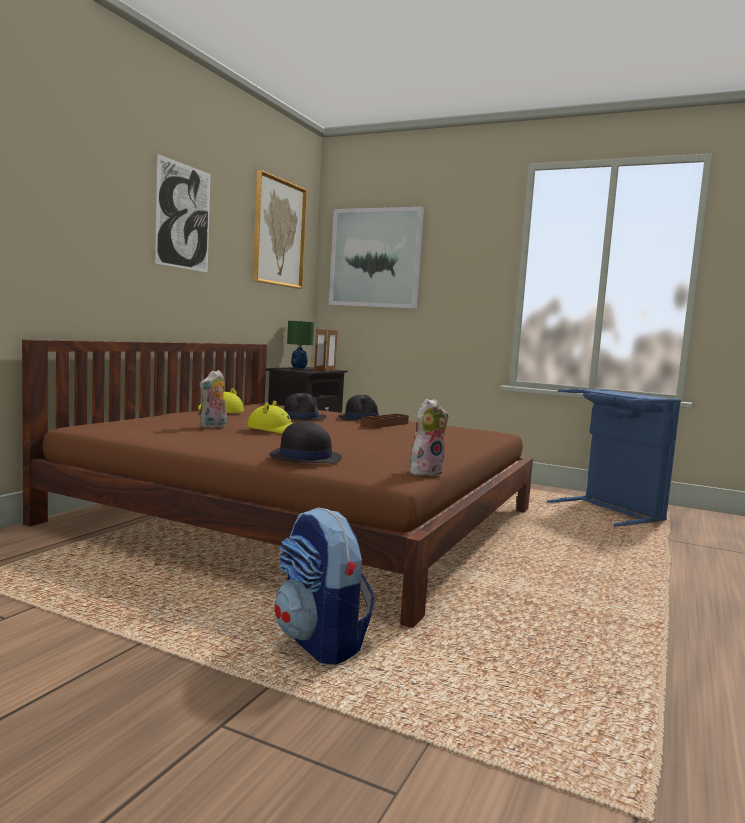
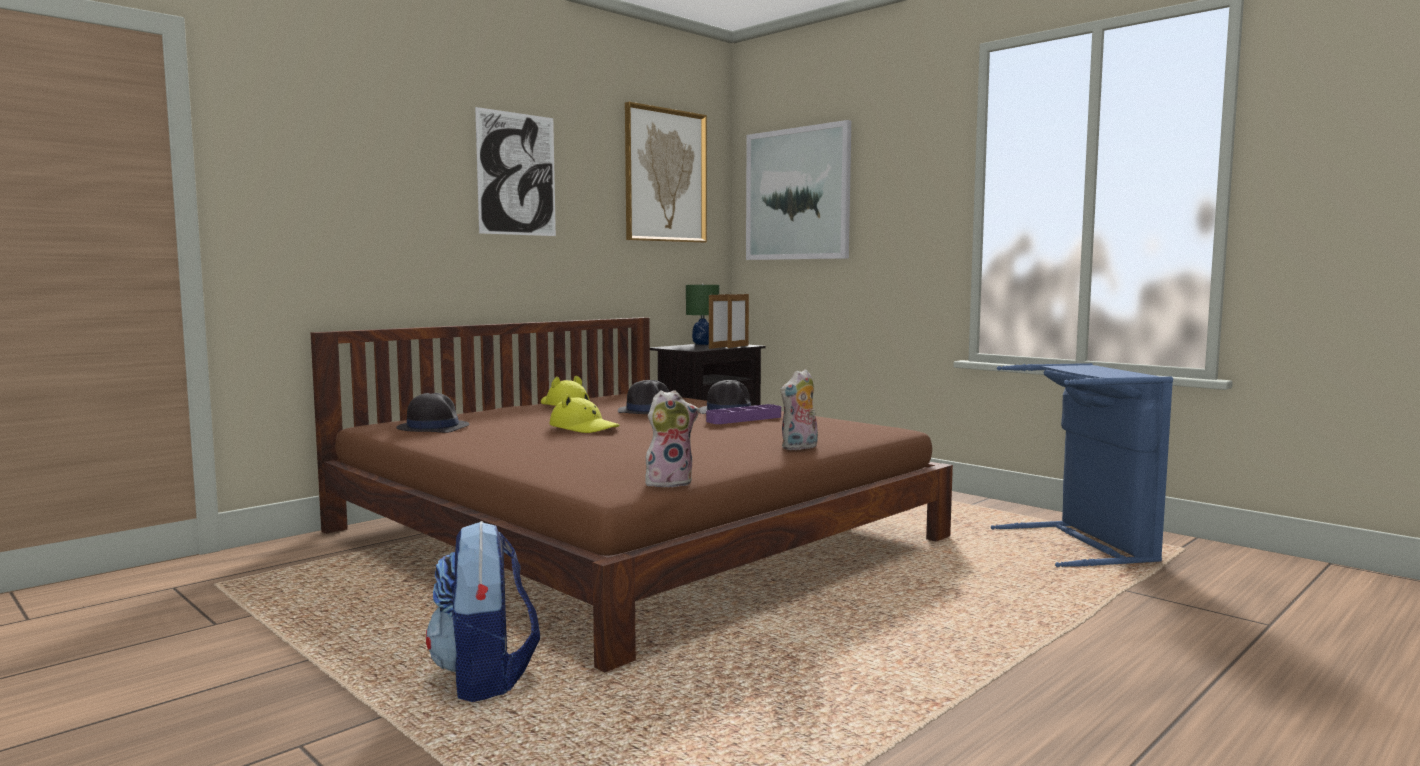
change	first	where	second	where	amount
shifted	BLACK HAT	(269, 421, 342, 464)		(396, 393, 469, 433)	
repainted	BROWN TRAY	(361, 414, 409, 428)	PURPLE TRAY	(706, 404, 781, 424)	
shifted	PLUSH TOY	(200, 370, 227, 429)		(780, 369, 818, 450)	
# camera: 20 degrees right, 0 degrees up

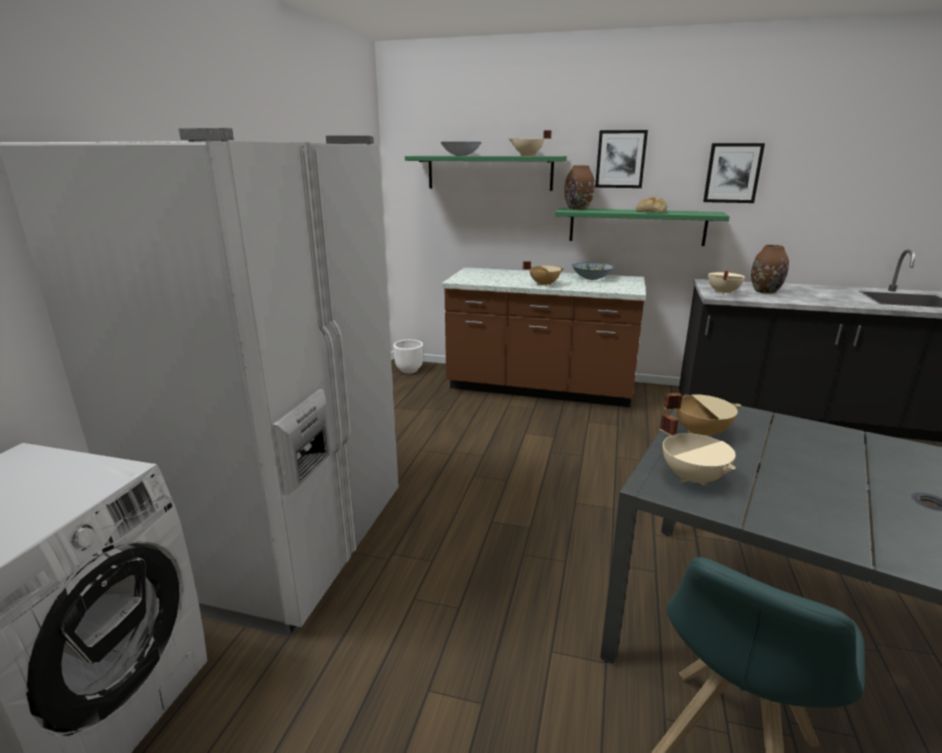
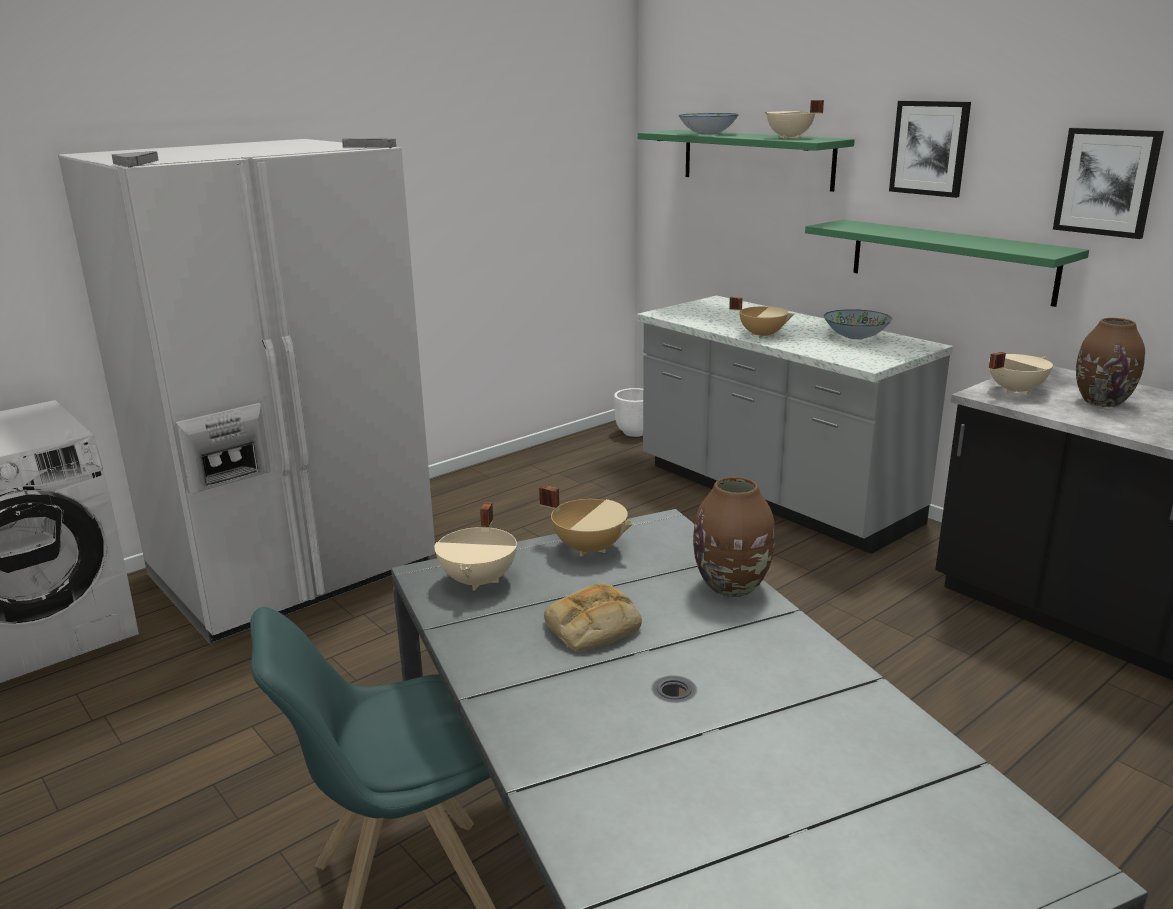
change	first	where	second	where	amount
shifted	BREAD	(636, 197, 667, 213)		(544, 583, 642, 651)	
repainted	BROWN COUNTER	(442, 267, 646, 407)	GREY COUNTER	(637, 296, 953, 554)	
shifted	BROWN VASE	(564, 165, 595, 210)		(693, 477, 775, 597)	
# camera: 35 degrees right, 0 degrees up

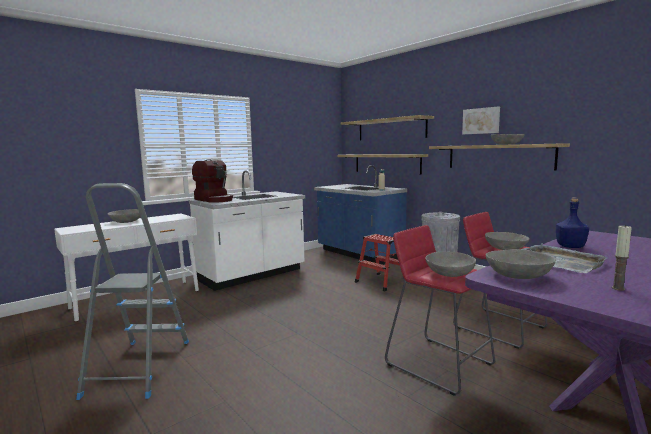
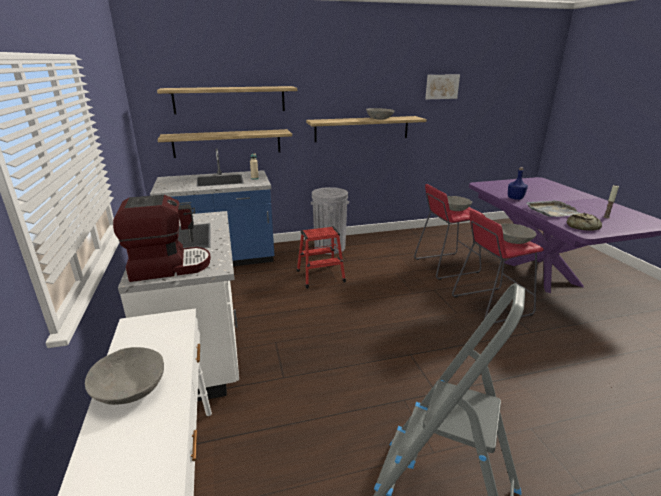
change	first	where	second	where	amount
shifted	PICTURE	(462, 106, 500, 134)		(425, 75, 460, 99)	
swapped	GREY BOWL	(486, 249, 556, 279)	BREAD	(567, 213, 602, 231)	
# camera: 65 degrees left, 15 degrees up

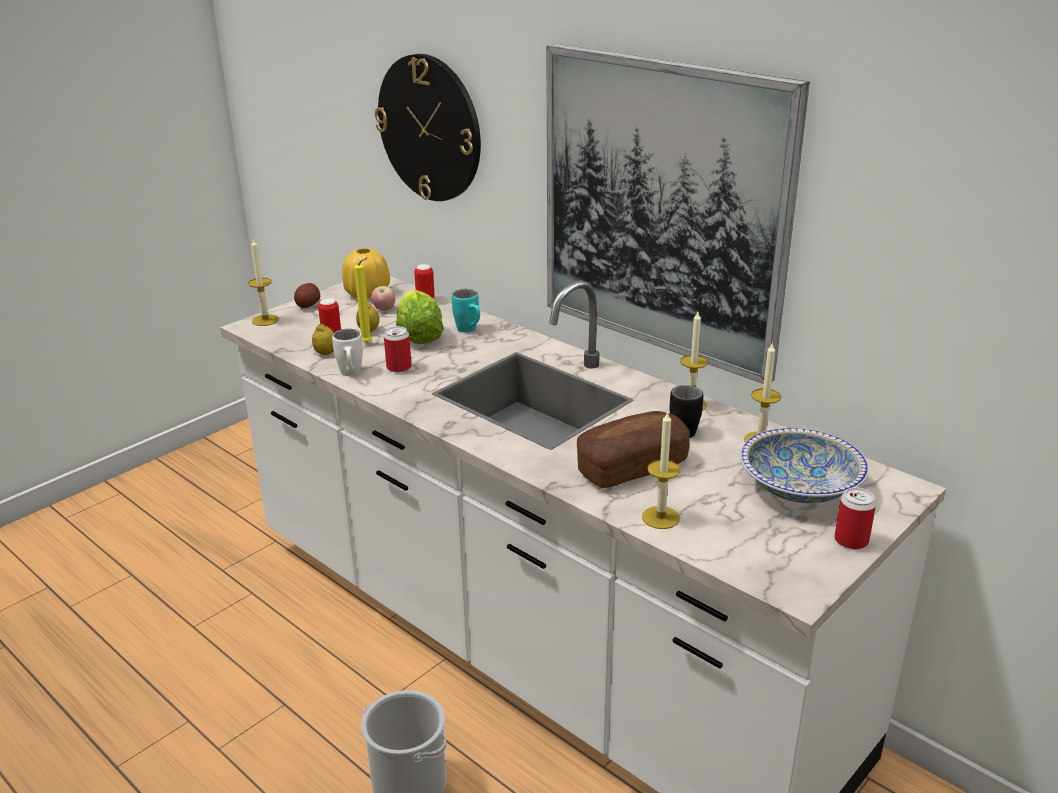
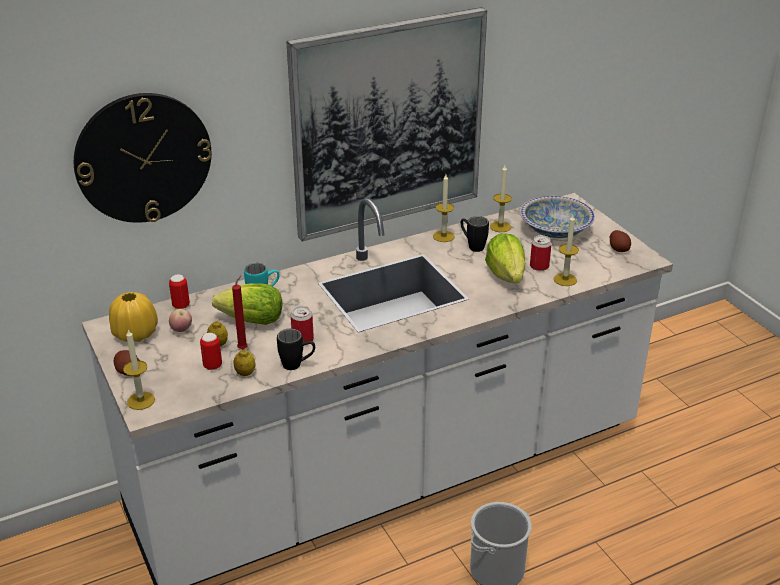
change	first	where	second	where	amount
repainted	YELLOW CANDLE	(354, 258, 372, 343)	RED CANDLE	(232, 275, 248, 349)	
repainted	WHITE MUG	(332, 329, 363, 376)	BLACK MUG	(277, 329, 315, 370)	
swapped	BREAD	(577, 411, 690, 488)	LETTUCE	(485, 233, 526, 283)	
shifted	CAN	(834, 487, 876, 549)		(530, 235, 552, 271)	
new			POTATO	(610, 230, 631, 252)	
# camera: 70 degrees left, 5 degrees up

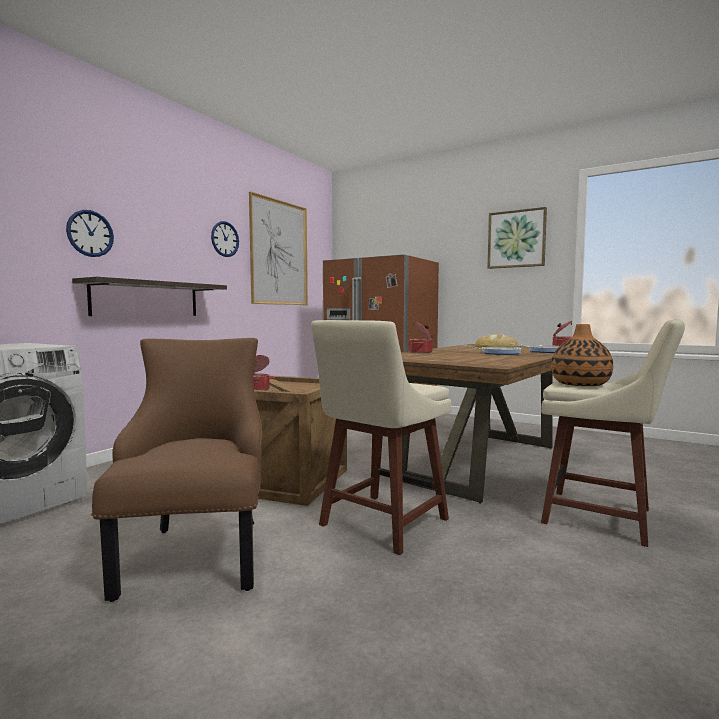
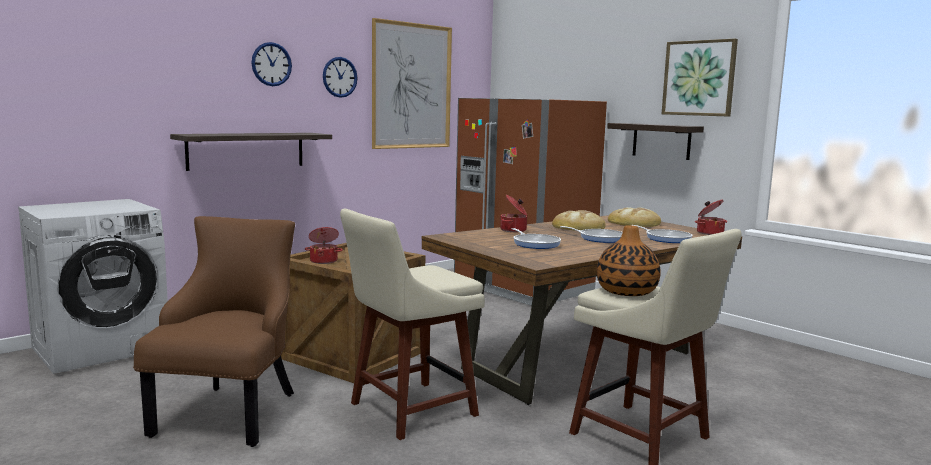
change	first	where	second	where	amount
shifted	WALL CLOCK	(66, 210, 114, 257)		(251, 42, 292, 86)	
new			FRYING PAN	(512, 228, 561, 249)	
new			BREAD	(552, 210, 606, 230)	
new			SHELF	(607, 123, 704, 160)	
# camera: 15 degrees right, 5 degrees up

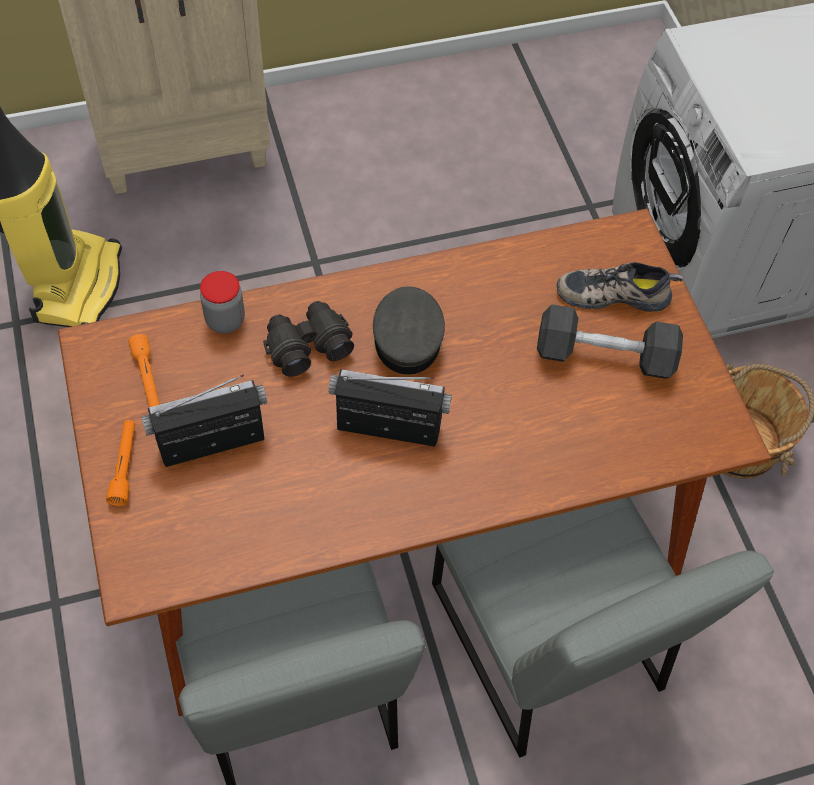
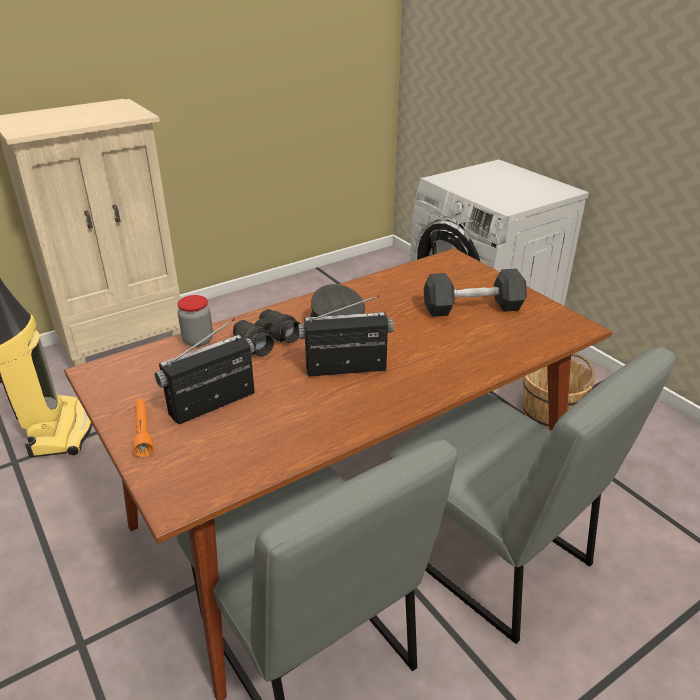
change	first	where	second	where	amount
gone	ORANGE FLASHLIGHT	(128, 334, 160, 407)			
gone	SHOE	(557, 262, 683, 312)			
# camera: 15 degrees left, 25 degrees down

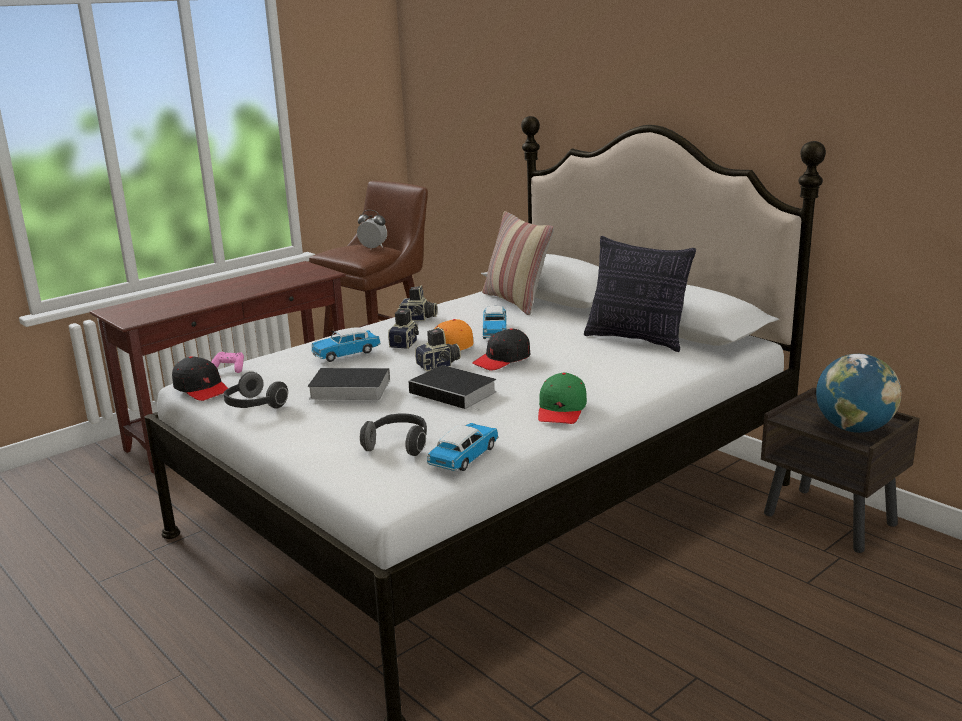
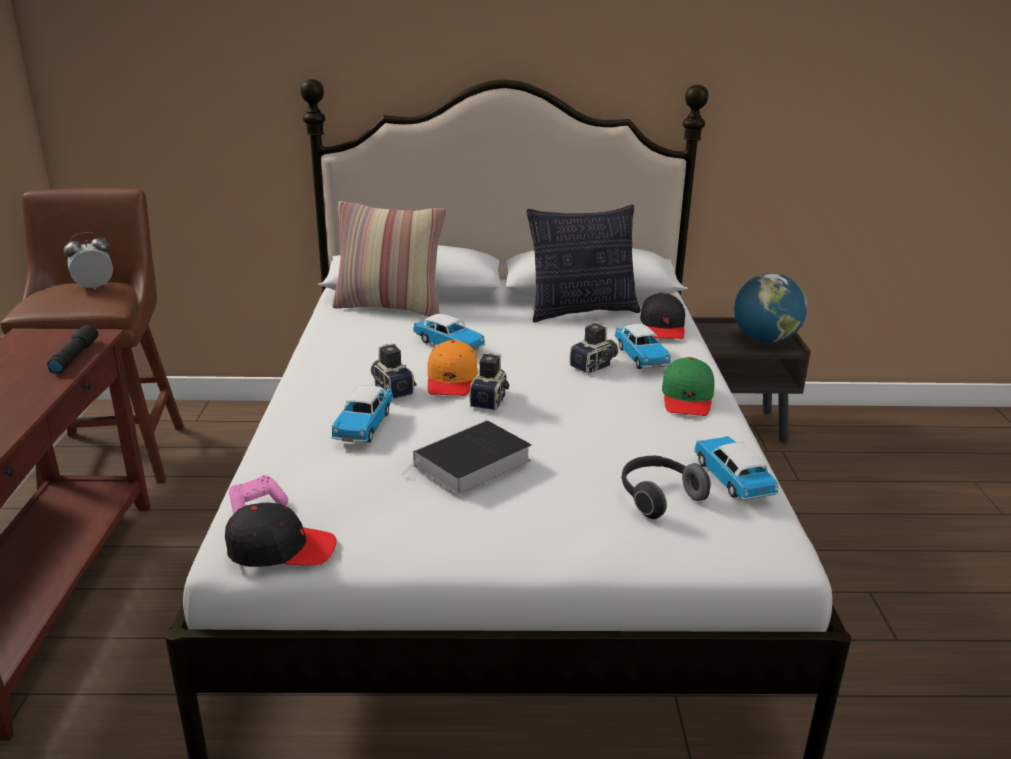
change	first	where	second	where	amount
new			BLACK FLASHLIGHT	(47, 325, 98, 373)	
shifted	PHOTO CAMERA	(399, 285, 437, 321)		(570, 321, 619, 374)	
new			TOY CAR	(615, 324, 670, 369)	
shifted	BLACK CAP	(472, 328, 530, 371)		(640, 293, 685, 339)	
rotated	GREEN CAP	(538, 373, 587, 424)		(662, 357, 715, 416)	45 degrees clockwise
gone	HEADPHONES	(224, 372, 288, 408)			
gone	BOOK	(408, 365, 497, 411)			
# camera: 50 degrees left, 5 degrees up

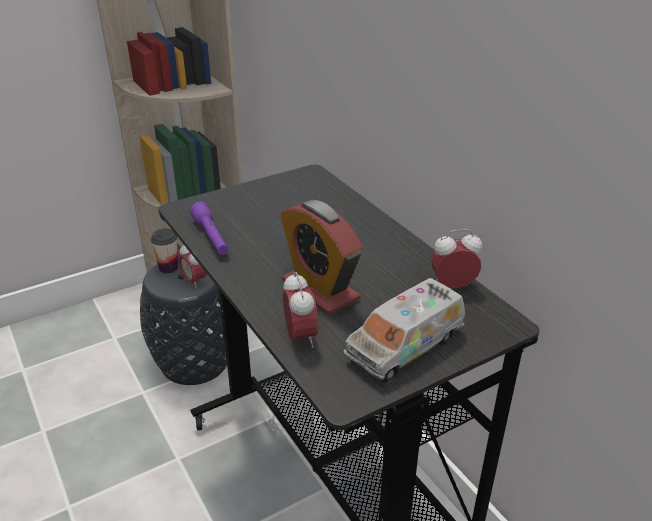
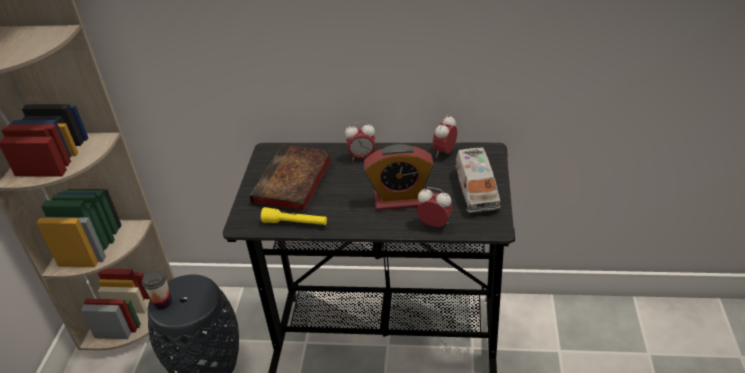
change	first	where	second	where	amount
new			BOOK	(250, 144, 332, 213)	
repainted	PURPLE FLASHLIGHT	(190, 202, 228, 255)	YELLOW FLASHLIGHT	(261, 207, 327, 225)	
shifted	ALARM CLOCK	(178, 245, 207, 288)		(345, 122, 376, 161)	
# camera: 50 degrees left, 5 degrees up

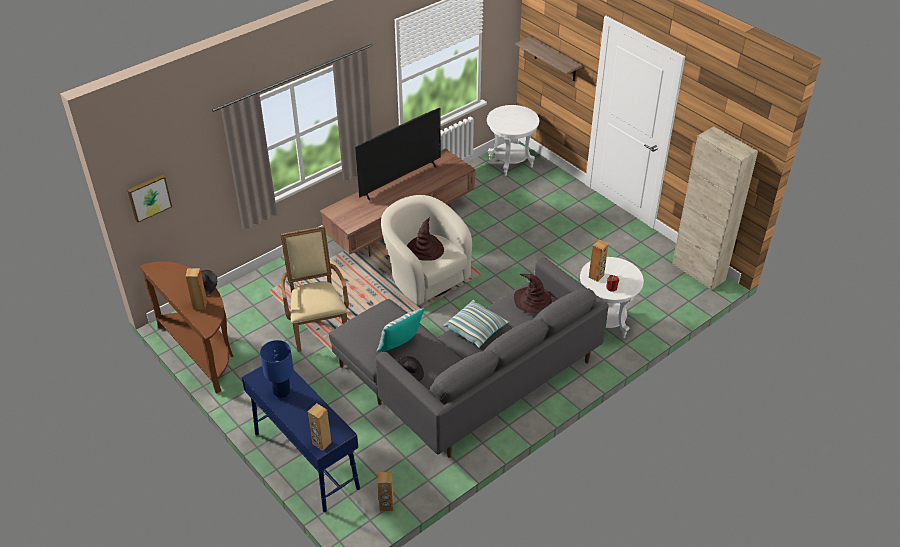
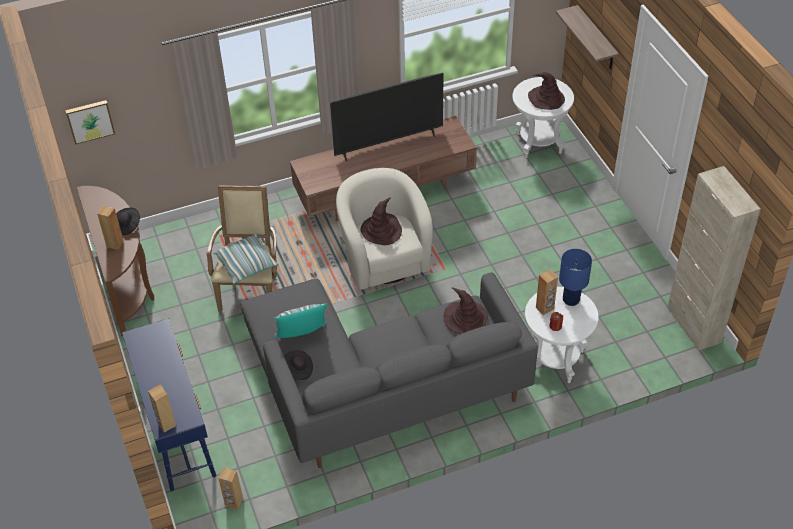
change	first	where	second	where	amount
shifted	PILLOW	(443, 300, 510, 348)		(213, 233, 279, 284)	
new			BROWN HAT	(528, 72, 565, 110)	
shifted	BLUE TABLE LAMP	(260, 340, 294, 398)		(559, 249, 592, 306)	
# camera: 20 degrees right, 5 degrees up

